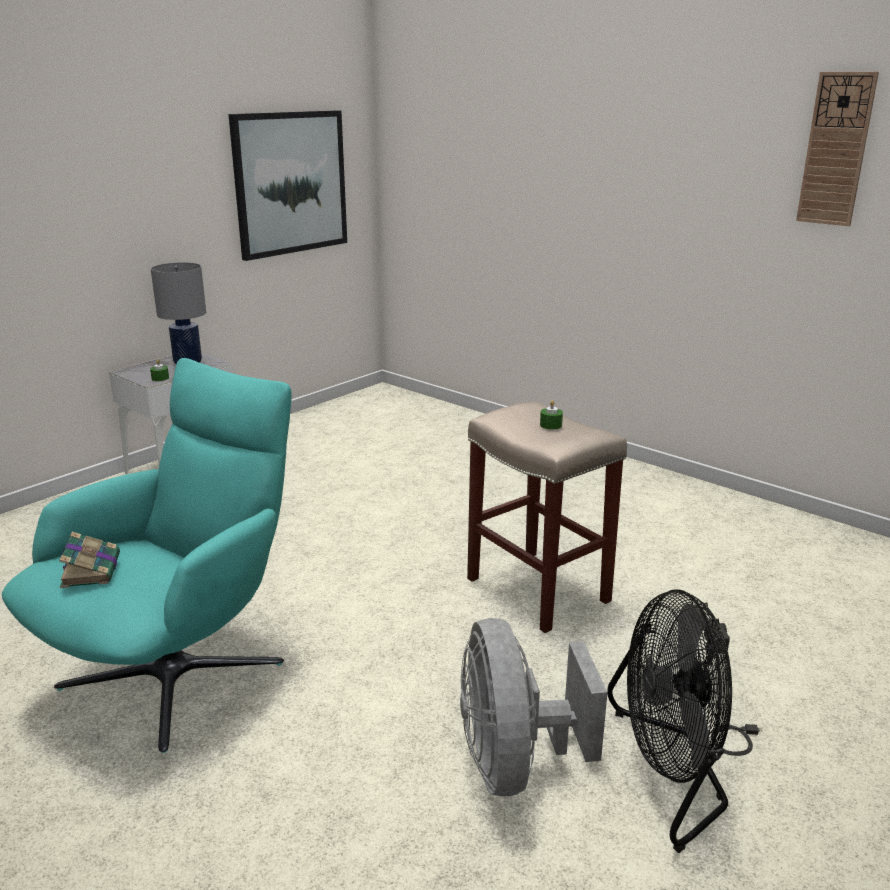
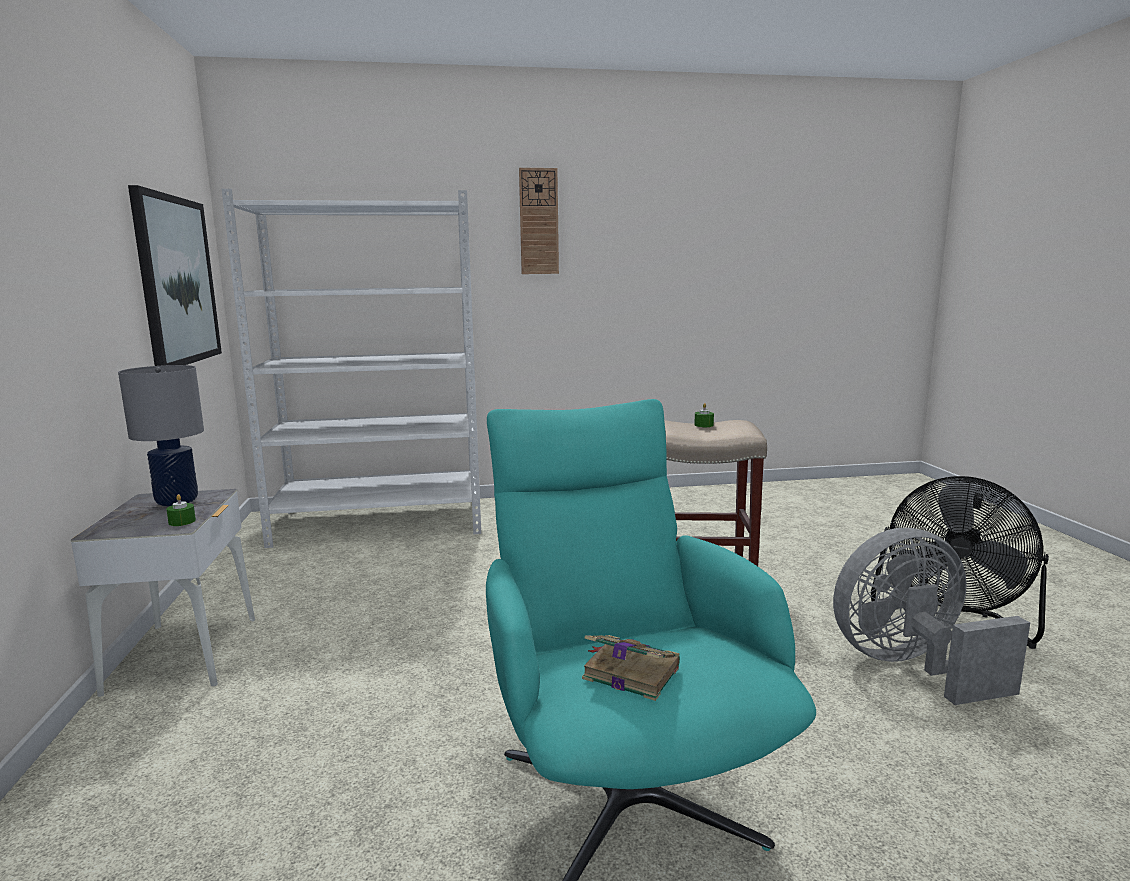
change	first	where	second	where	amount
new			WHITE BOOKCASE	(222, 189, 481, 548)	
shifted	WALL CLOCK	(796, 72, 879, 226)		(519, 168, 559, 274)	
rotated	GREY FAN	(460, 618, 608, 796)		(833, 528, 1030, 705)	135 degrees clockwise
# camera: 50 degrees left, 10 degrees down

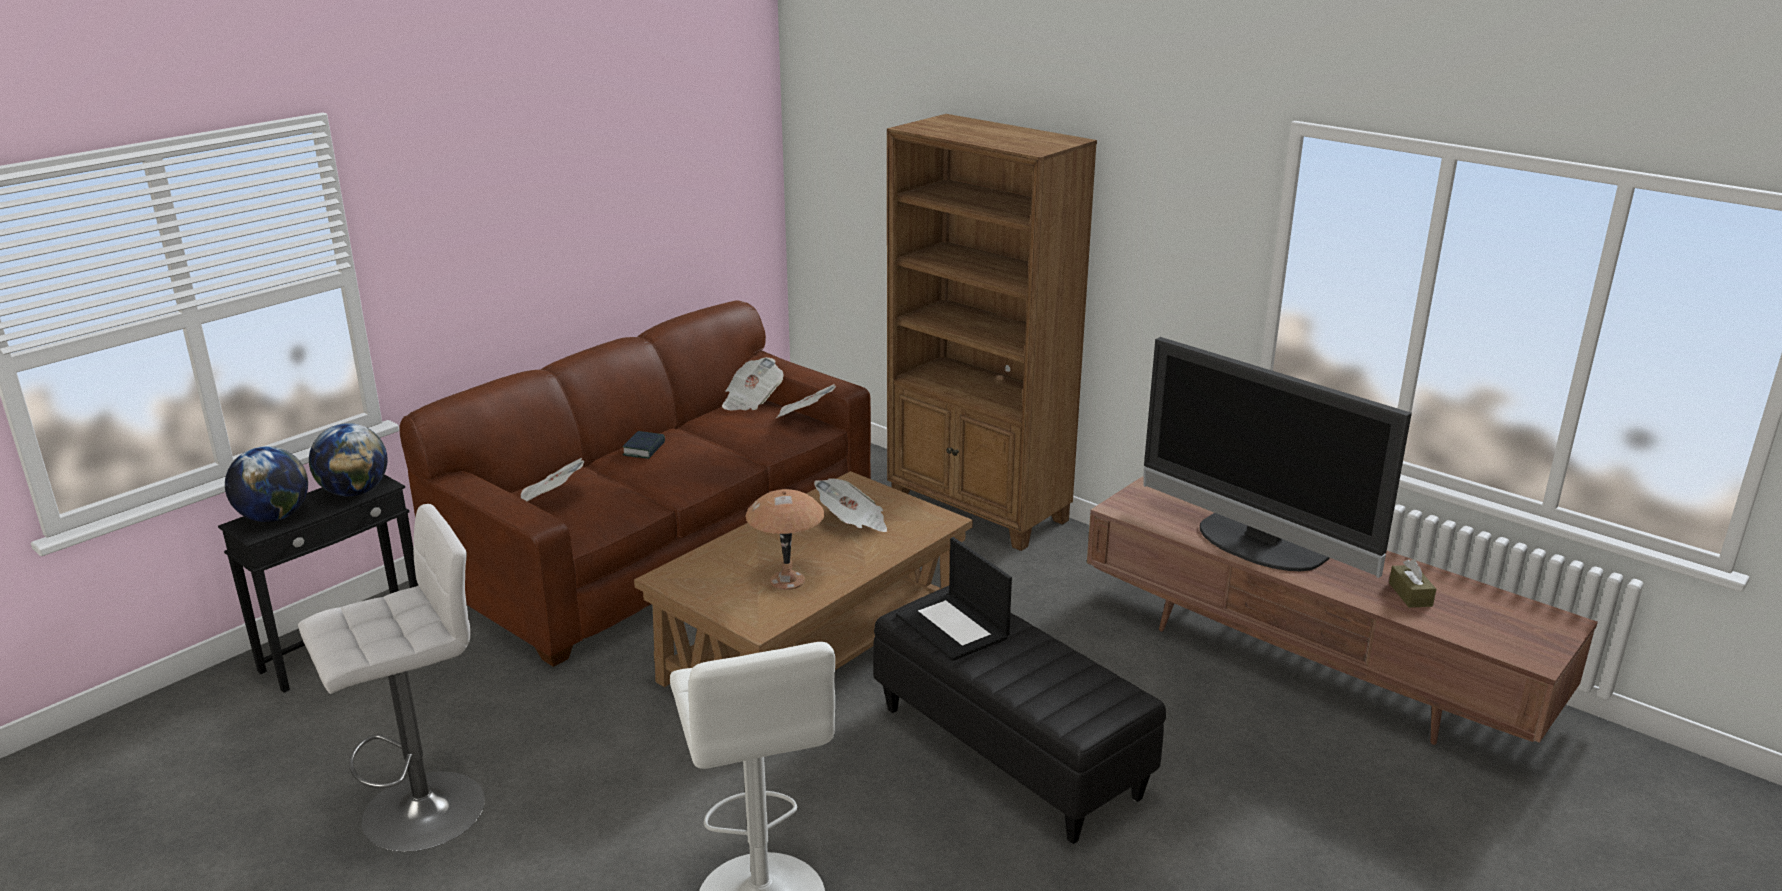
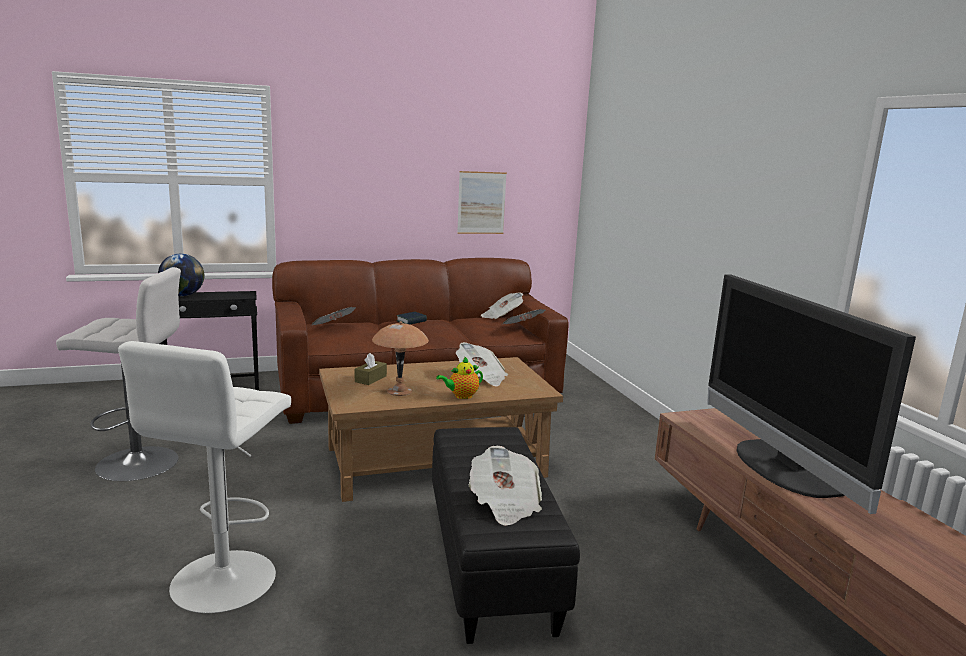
change	first	where	second	where	amount
shifted	BROWN TISSUE BOX	(1389, 559, 1436, 608)		(355, 353, 387, 385)	
new			TEAPOT	(436, 356, 483, 399)	
new			PICTURE	(457, 171, 507, 234)	
new			NEWSPAPER	(468, 446, 542, 526)	
gone	GLOBE	(309, 423, 387, 496)			
gone	BROWN BOOKCASE	(887, 114, 1097, 551)			
gone	LAPTOP	(896, 537, 1012, 661)			
# camera: 30 degrees right, 10 degrees down

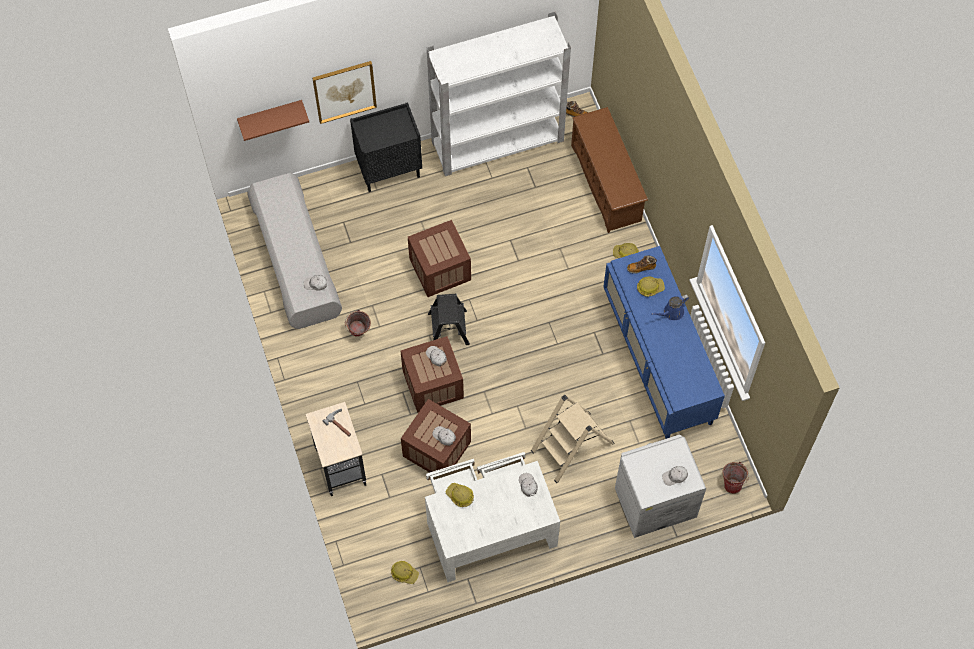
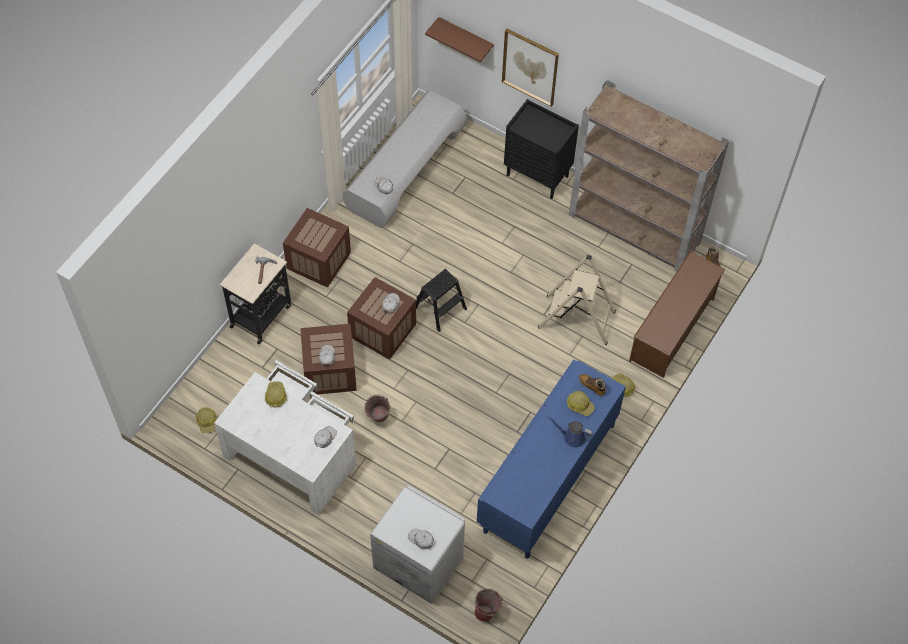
change	first	where	second	where	amount
shifted	CRATE	(408, 220, 471, 297)		(283, 208, 351, 287)	
shifted	BUCKET	(345, 310, 371, 337)		(364, 395, 390, 422)	
shifted	BEIGE STEP LADDER	(531, 395, 614, 483)		(538, 255, 616, 345)	
repainted	WHITE BOOKCASE	(427, 12, 571, 176)	BROWN BOOKCASE	(569, 80, 729, 271)	
# camera: 50 degrees right, 5 degrees down

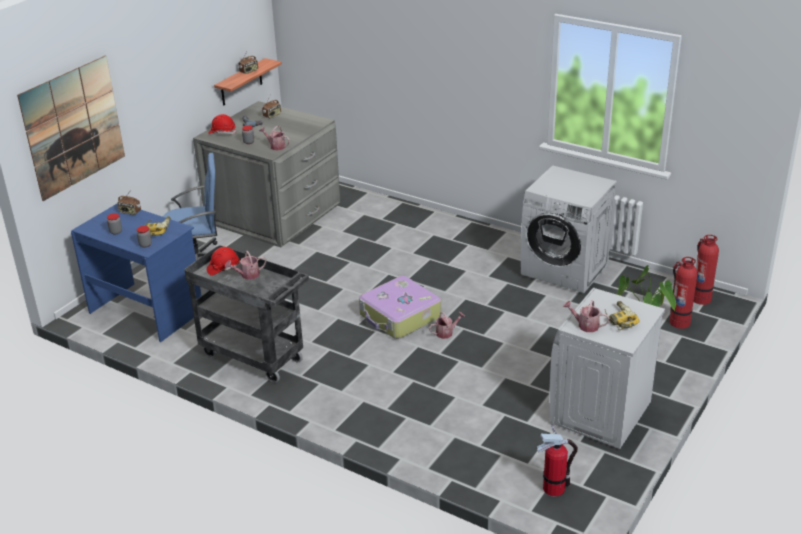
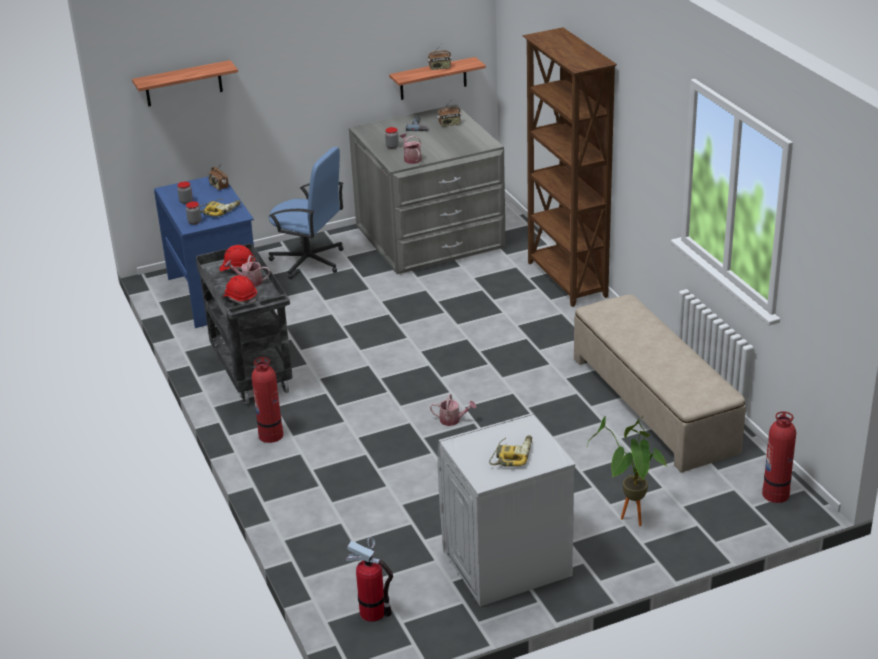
change	first	where	second	where	amount
swapped	PICTURE	(17, 55, 125, 201)	SHELF	(132, 60, 238, 106)	
shifted	RED HARD HAT	(208, 114, 237, 134)		(223, 275, 257, 304)	
shifted	FIRE EXTINGUISHER	(670, 257, 698, 329)		(251, 357, 283, 443)	
new			BROWN BOOKCASE	(522, 27, 617, 307)	
swapped	WHITE WASHING MACHINE	(521, 165, 617, 293)	BEIGE BENCH	(574, 294, 746, 472)	
gone	SUITCASE	(359, 276, 441, 339)			
gone	WATERING CAN	(563, 300, 610, 332)			
# camera: 35 degrees right, 0 degrees up

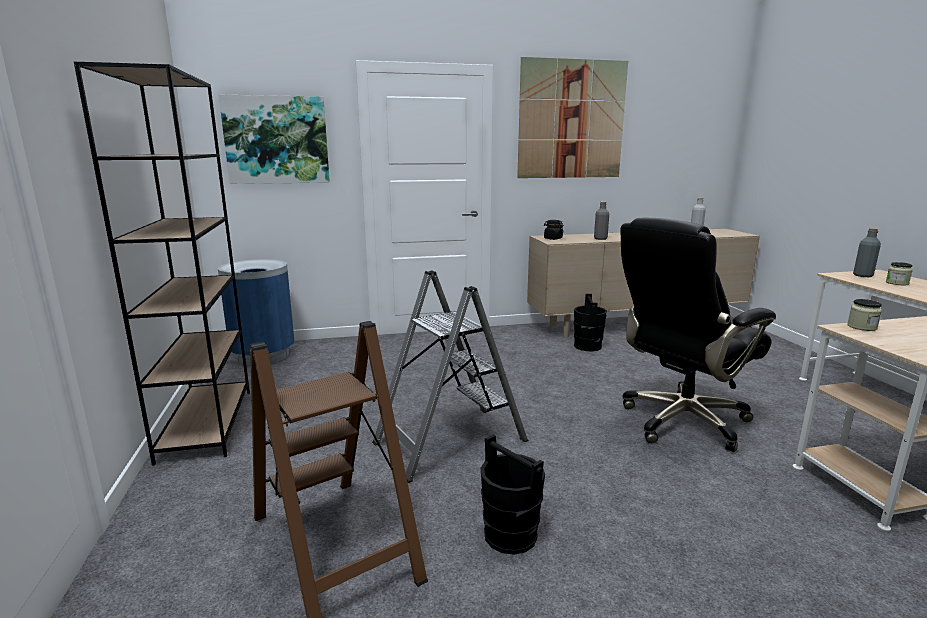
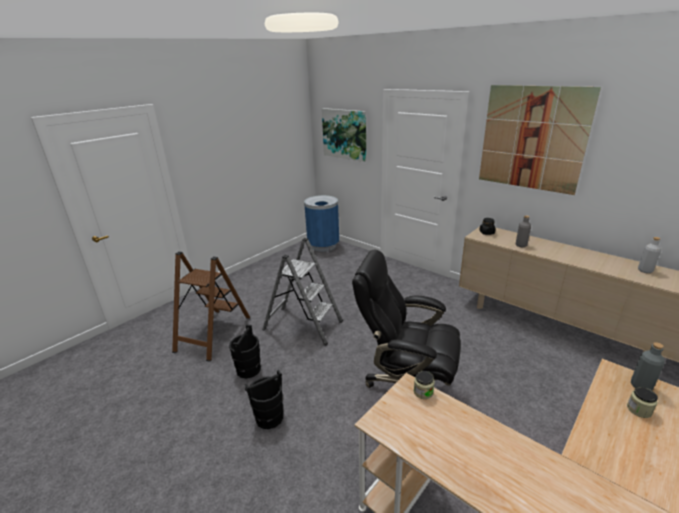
change	first	where	second	where	amount
shifted	BLACK BUCKET	(574, 294, 607, 351)		(245, 370, 283, 429)	
gone	BEIGE BOOKCASE	(74, 62, 250, 466)			
# camera: 55 degrees right, 10 degrees up

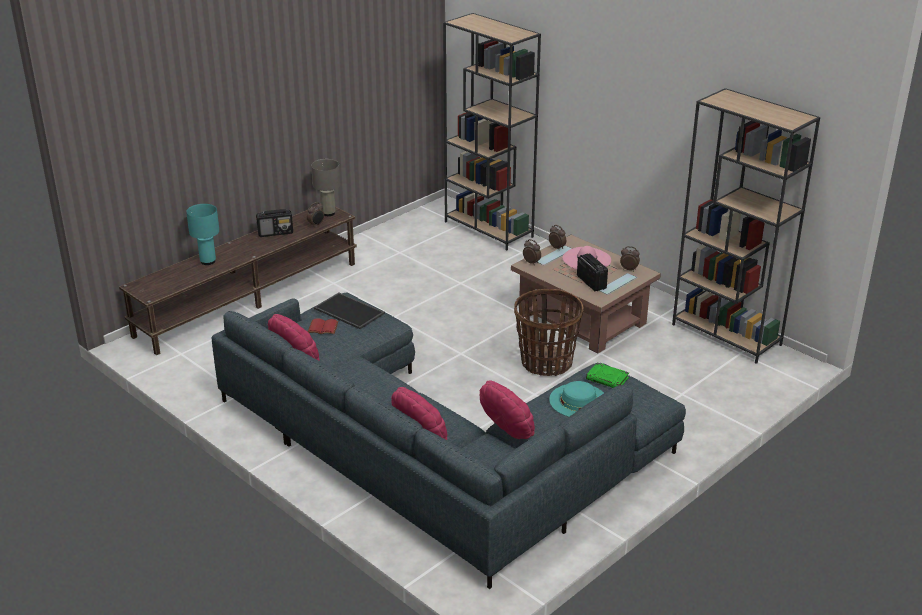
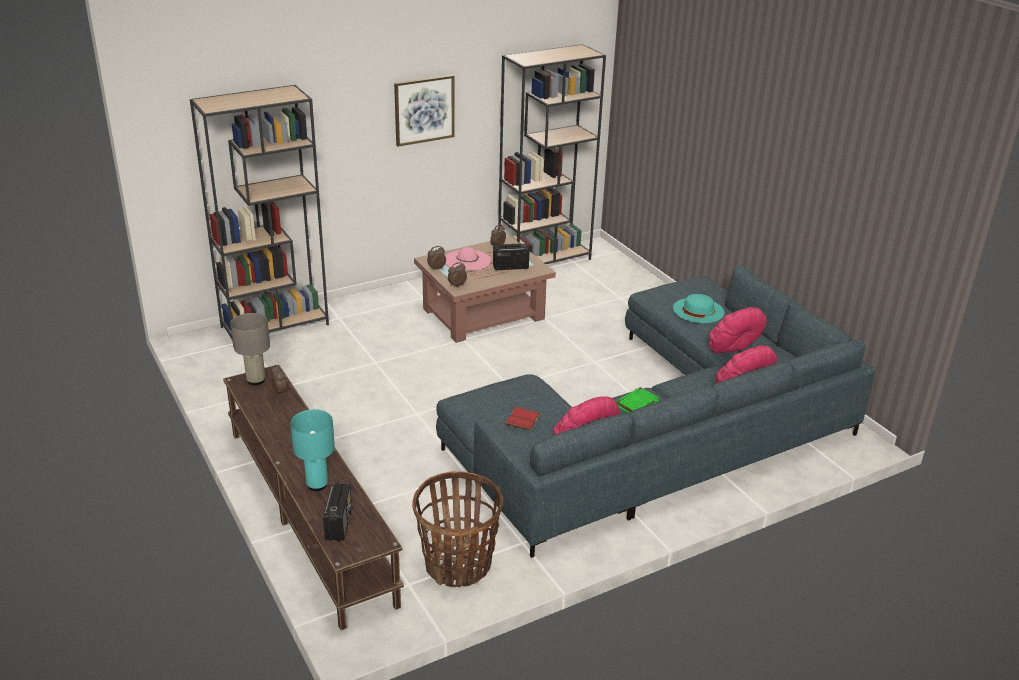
change	first	where	second	where	amount
shifted	RADIO	(256, 209, 293, 237)		(323, 483, 352, 541)	
new			PICTURE	(394, 75, 455, 147)	
shifted	BASKET	(514, 289, 583, 376)		(412, 471, 503, 587)	
shifted	GREEN BOOK	(586, 362, 629, 388)		(616, 387, 660, 413)	
gone	TRAY	(314, 292, 385, 329)			
# camera: 75 degrees left, 0 degrees up

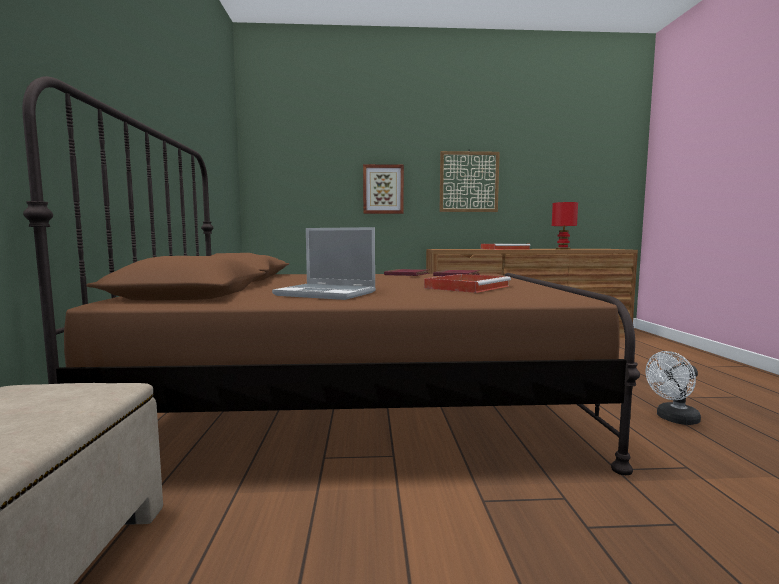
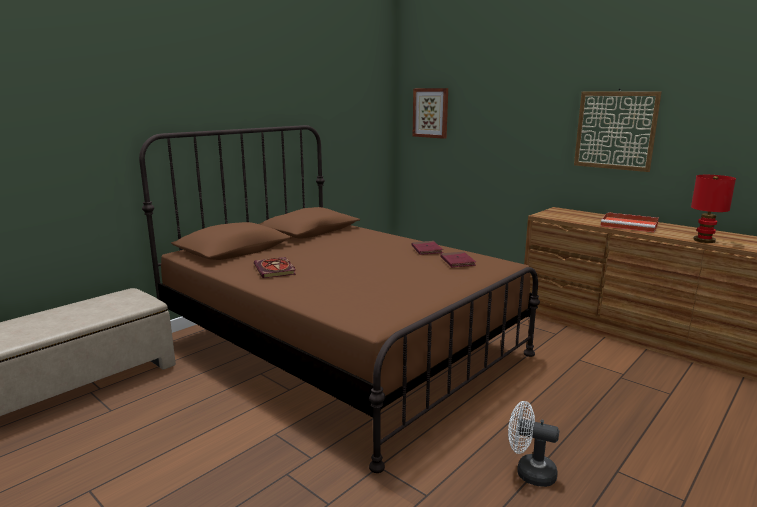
change	first	where	second	where	amount
swapped	LAPTOP	(272, 227, 376, 300)	BOOK	(254, 257, 296, 278)	
shifted	PICTURE	(363, 164, 404, 214)		(413, 88, 448, 139)	
gone	RED TRAY	(424, 274, 511, 293)			
# camera: 45 degrees right, 10 degrees up

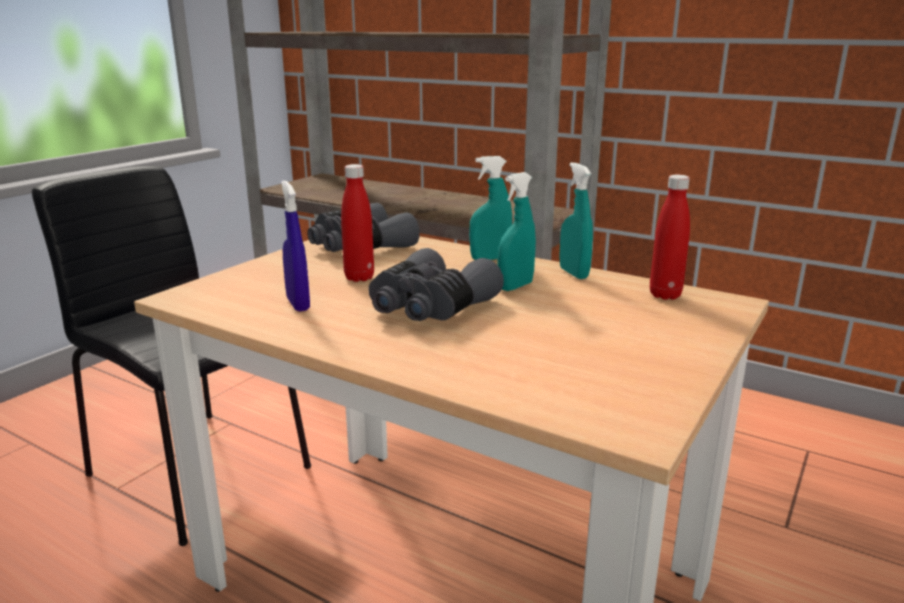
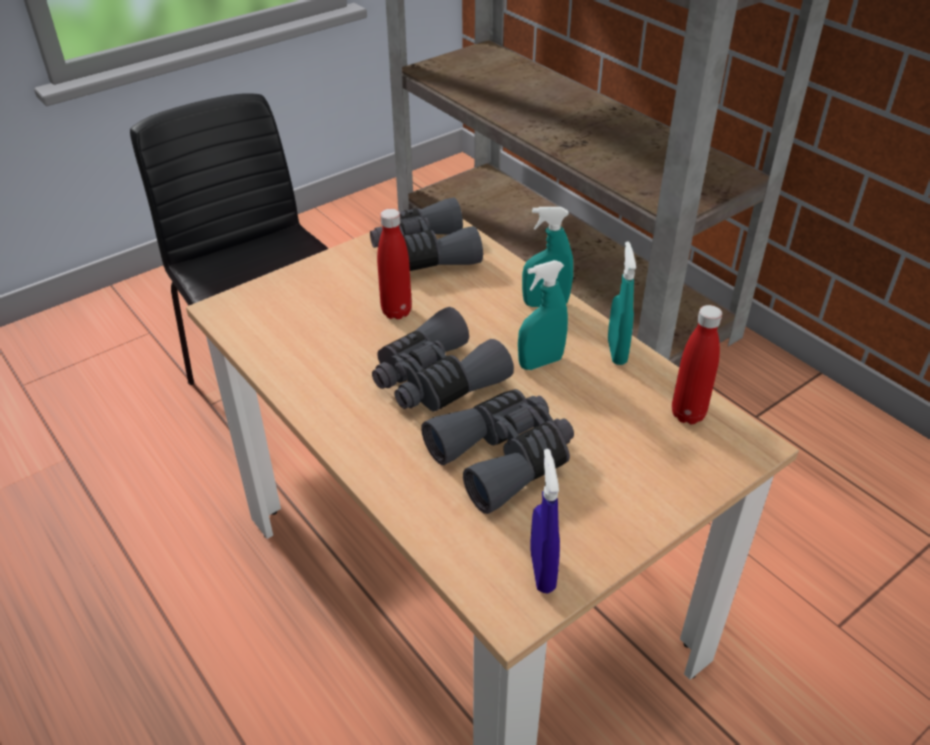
change	first	where	second	where	amount
new			GREY BINOCULARS	(421, 389, 574, 514)	
shifted	BLUE SPRAY BOTTLE	(281, 181, 310, 312)		(530, 449, 560, 593)	
# camera: 20 degrees right, 20 degrees up

